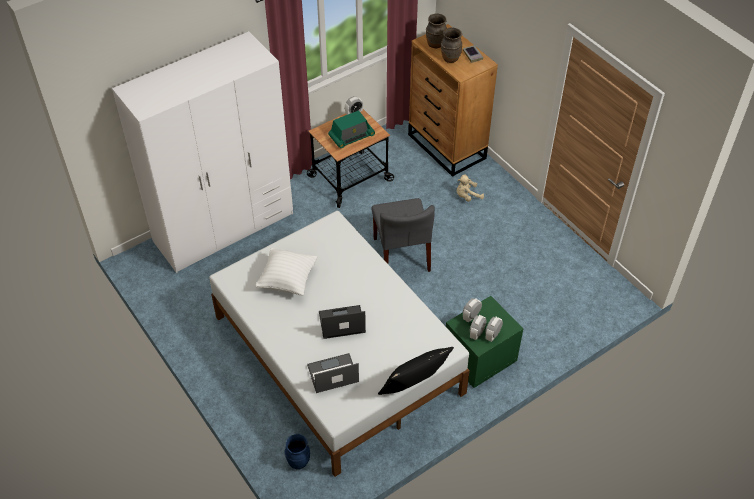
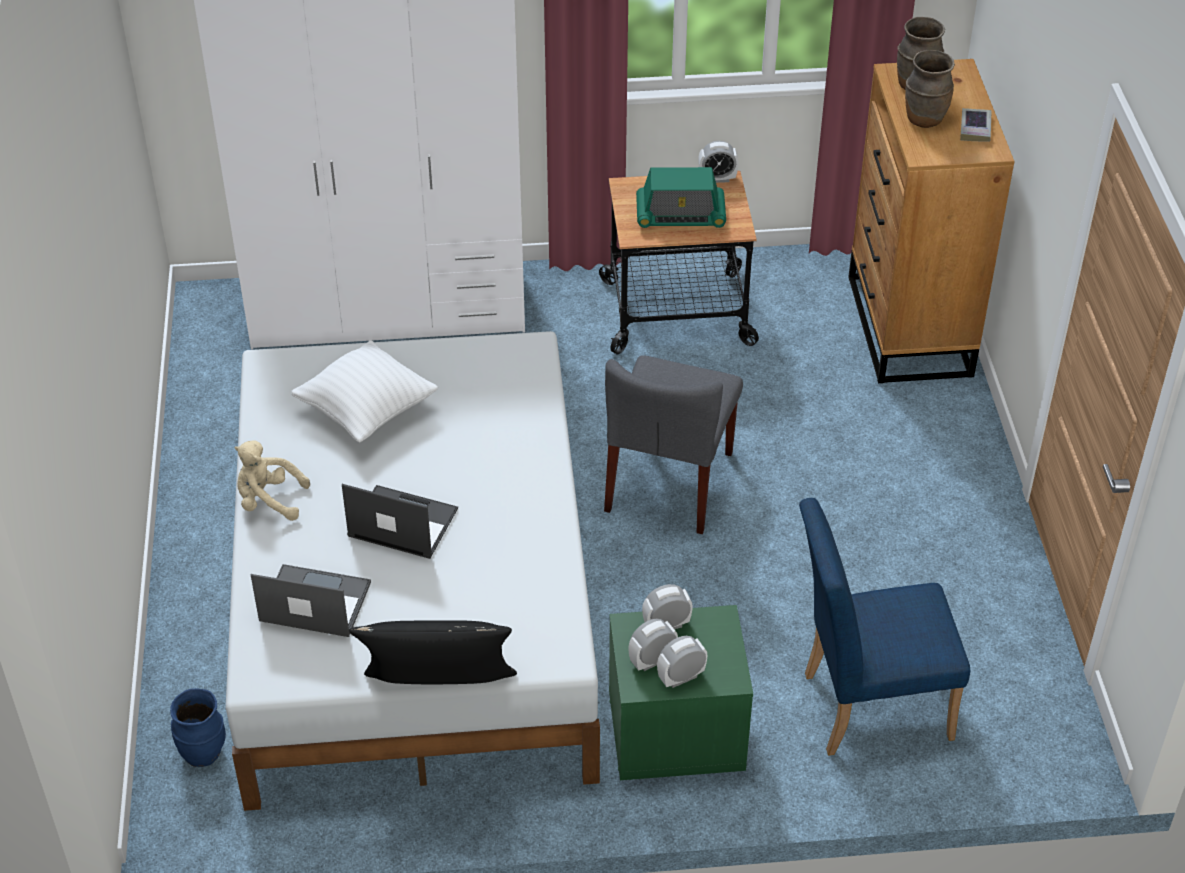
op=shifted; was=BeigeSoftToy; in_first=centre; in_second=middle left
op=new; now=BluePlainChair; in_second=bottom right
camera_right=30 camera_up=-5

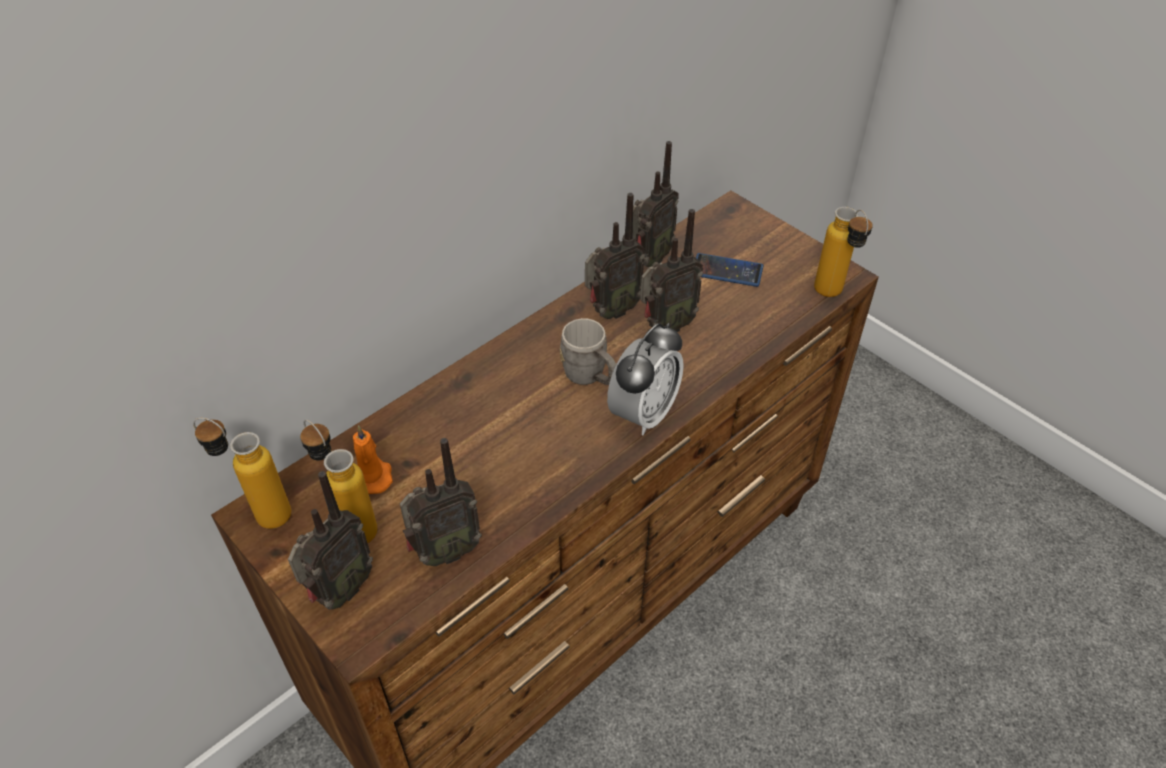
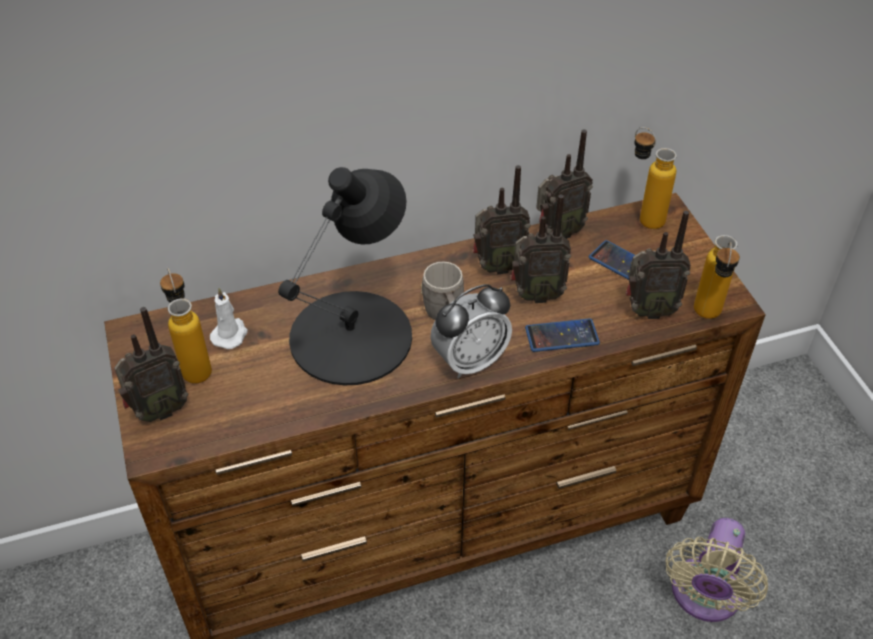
op=shifted; was=DrinkBottle (no. 1 from left in the first image); now=DrinkBottle (no. 2 from left); in_first=middle left; in_second=top right
op=repainted; was=OrangeyWaxLight; now=WhitishWaxLight; in_first=middle left; in_second=middle left
op=shifted; was=RadioReceiver (no. 2 from left in the first image); now=RadioReceiver (no. 5 from left); in_first=centre; in_second=middle right
op=new; now=BlackTableLamp; in_second=centre
op=new; now=Phone (no. 1 from left); in_second=centre
op=new; now=BeigeElectricFan; in_second=bottom right
camera_right=25 camera_up=0

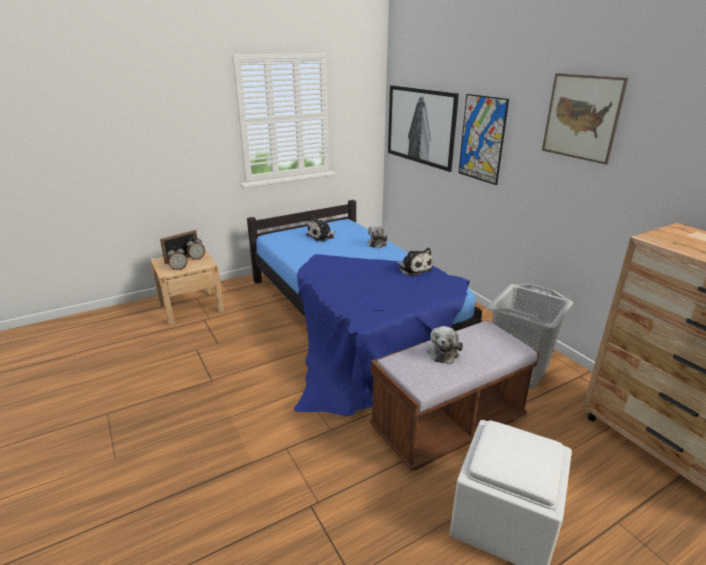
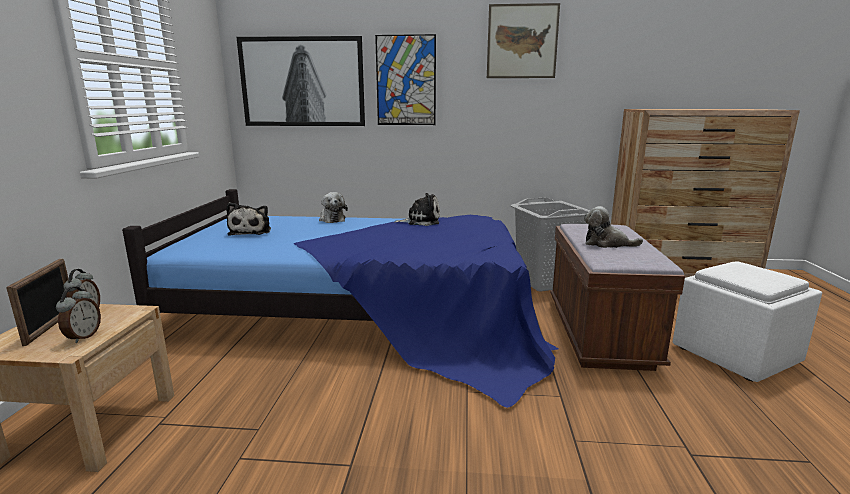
op=rotated; was=SoftToy (no. 4 from left); in_first=centre; in_second=middle right; clockwise=150
camera_right=-55 camera_up=-10

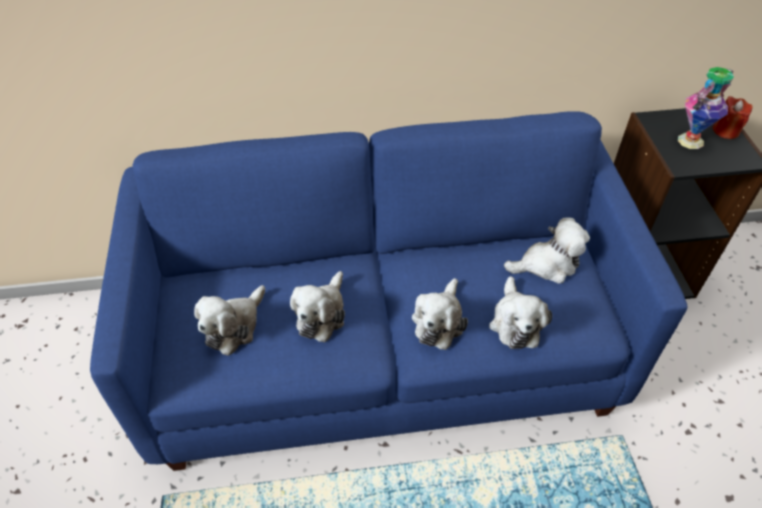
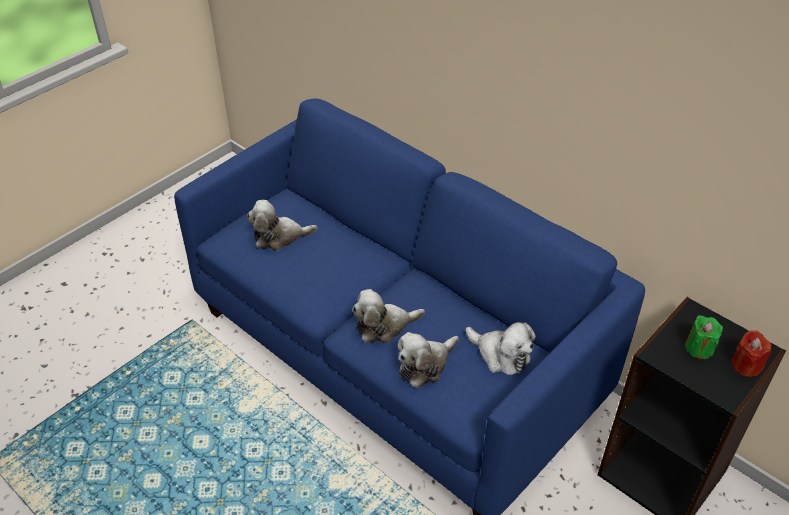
op=gone; was=SoftToy (no. 2 from left); in_first=centre
op=swapped; was=DecorativeVase; now=GreenWaxLight; in_first=top right; in_second=middle right
camera_right=50 camera_up=-5

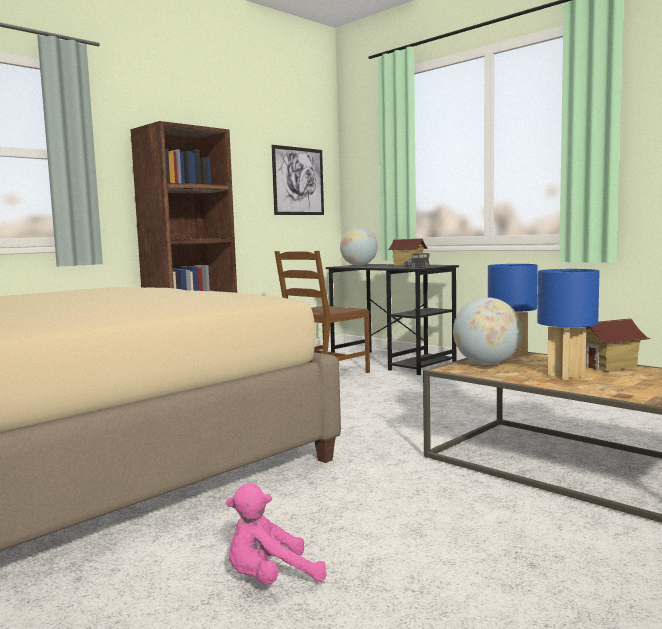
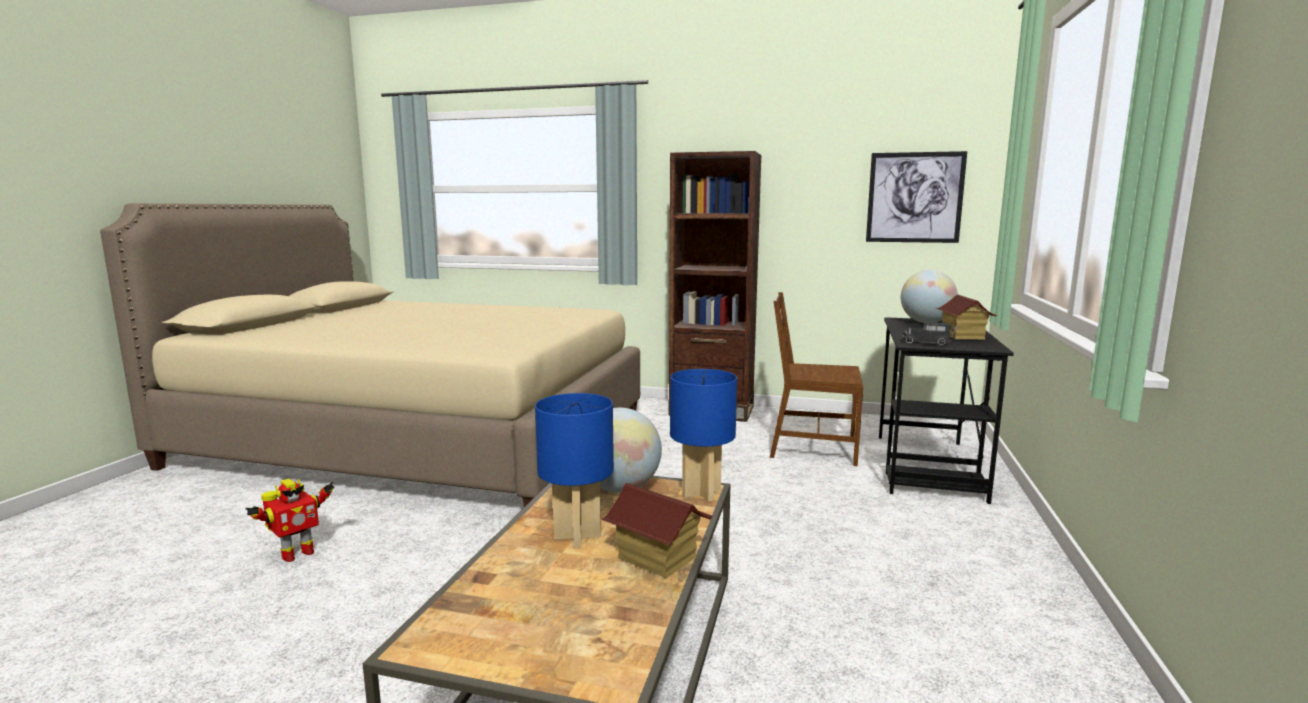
op=swapped; was=PinkColouredSoftToy; now=ToyRobot; in_first=bottom centre; in_second=bottom left
camera_right=60 camera_up=5

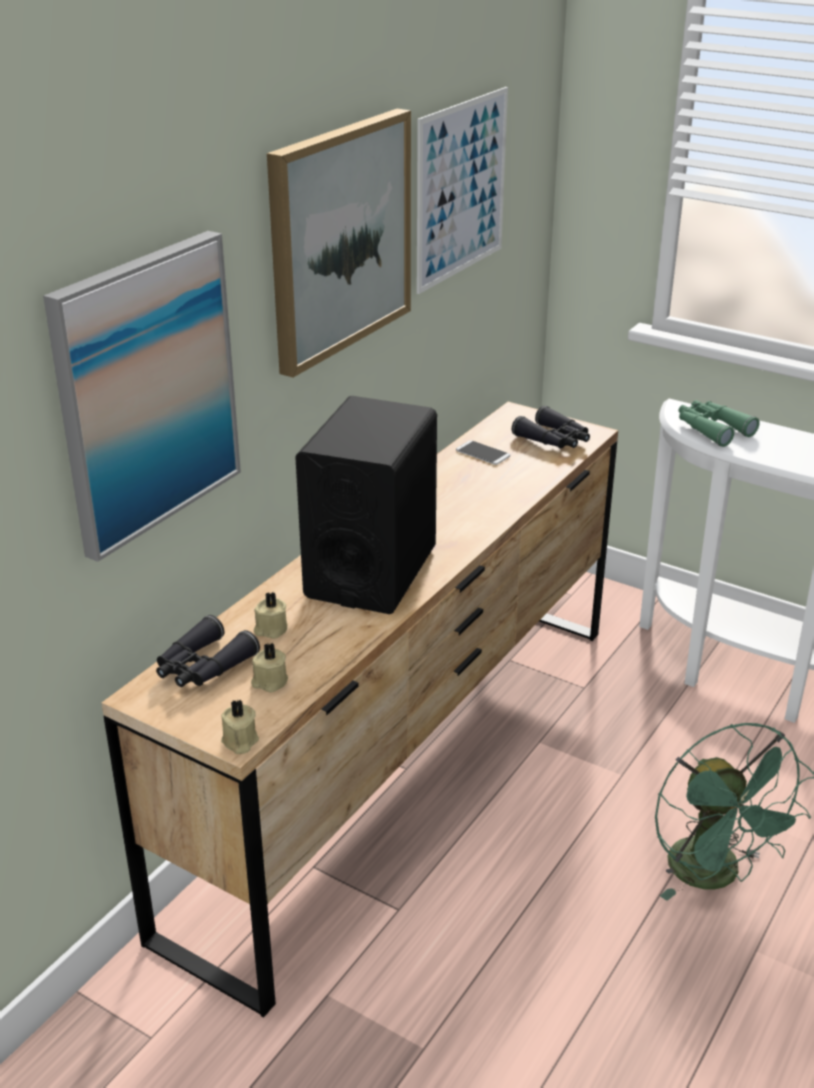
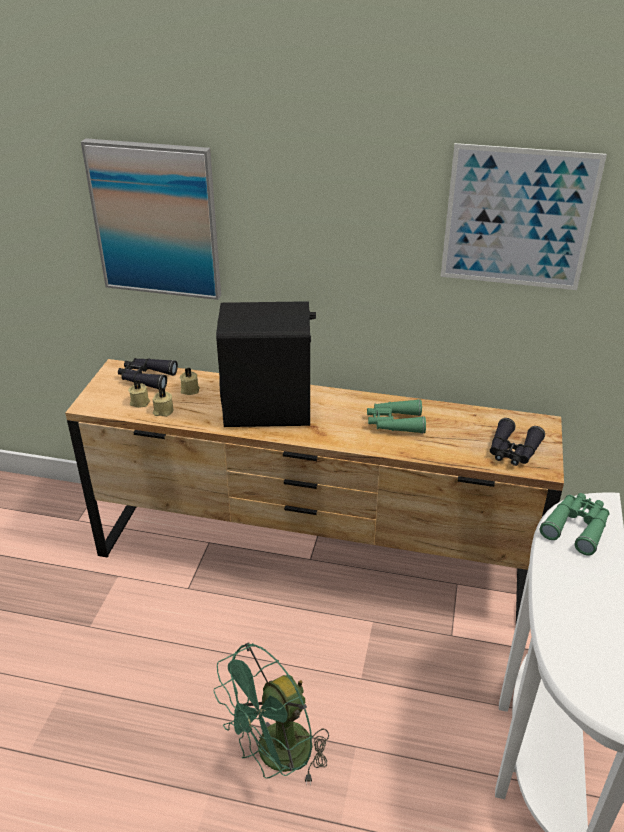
op=shifted; was=BeigeWaxLight (no. 1 from left in the first image); now=BeigeWaxLight (no. 2 from left); in_first=bottom left; in_second=middle left
op=gone; was=WallPicture (no. 2 from left); in_first=top centre
op=gone; was=Phone; in_first=centre
op=new; now=GreenBinoculars (no. 1 from left); in_second=centre
camera_right=70 camera_up=5

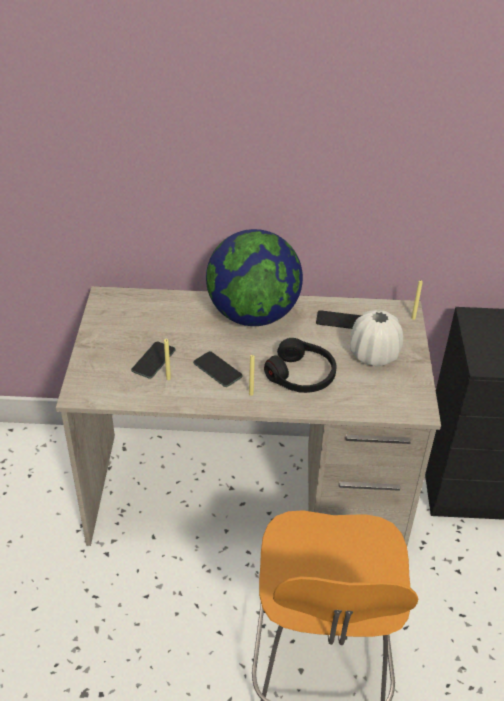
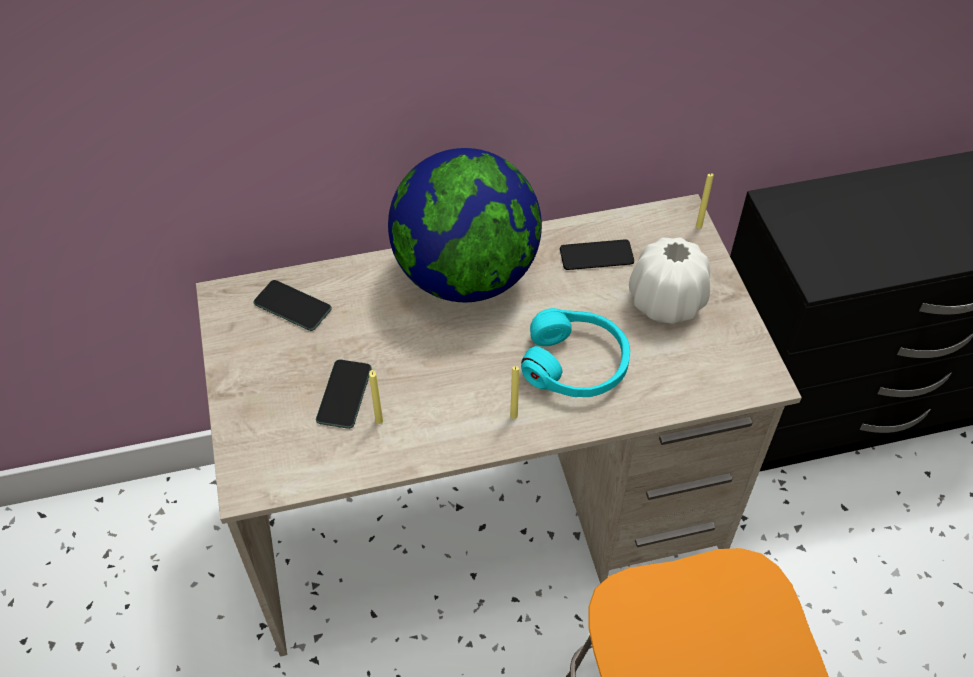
op=shifted; was=Phone (no. 2 from left in the first image); now=Phone (no. 1 from left); in_first=centre; in_second=middle left
op=repainted; was=BlackHeadset; now=TurquoiseHeadset; in_first=centre; in_second=centre
camera_right=-15 camera_up=10

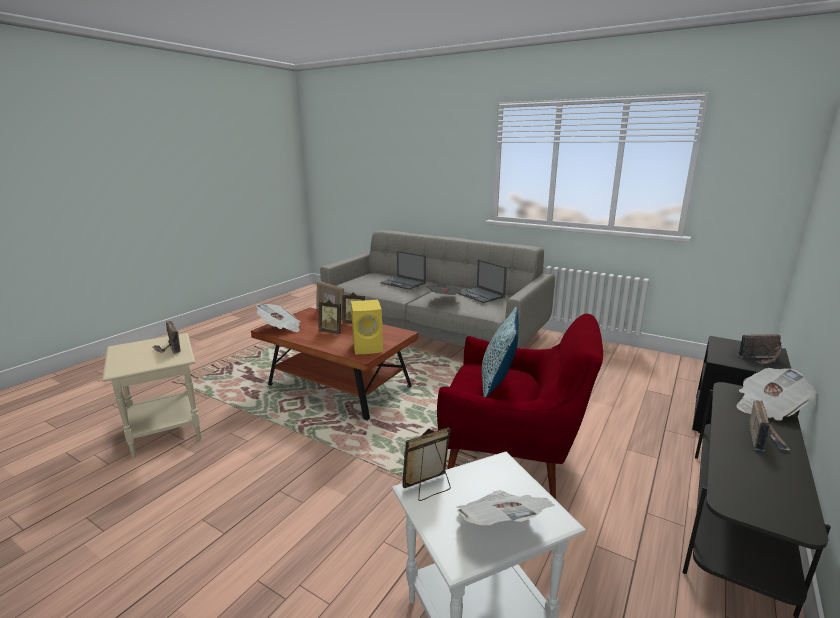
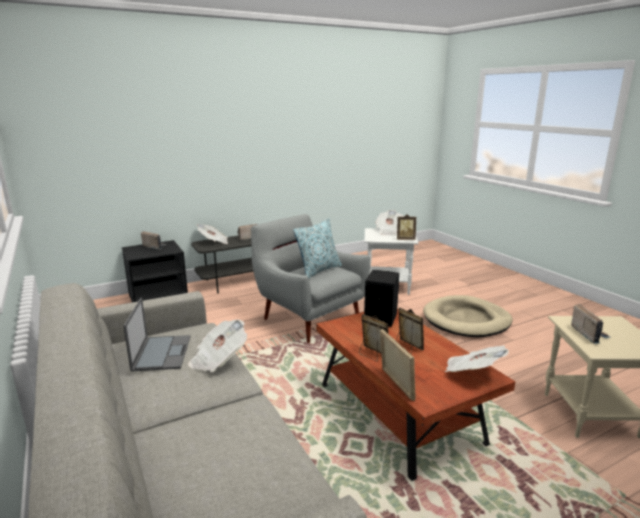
op=repainted; was=YellowAudioSpeaker; now=BlackAudioSpeaker; in_first=centre; in_second=centre
op=gone; was=NotebookComputer (no. 1 from left); in_first=centre
op=repainted; was=RedLoungeChair; now=GreyishLoungeChair; in_first=centre; in_second=centre
op=new; now=BeigePetBed; in_second=middle right
camera_right=-150 camera_up=0

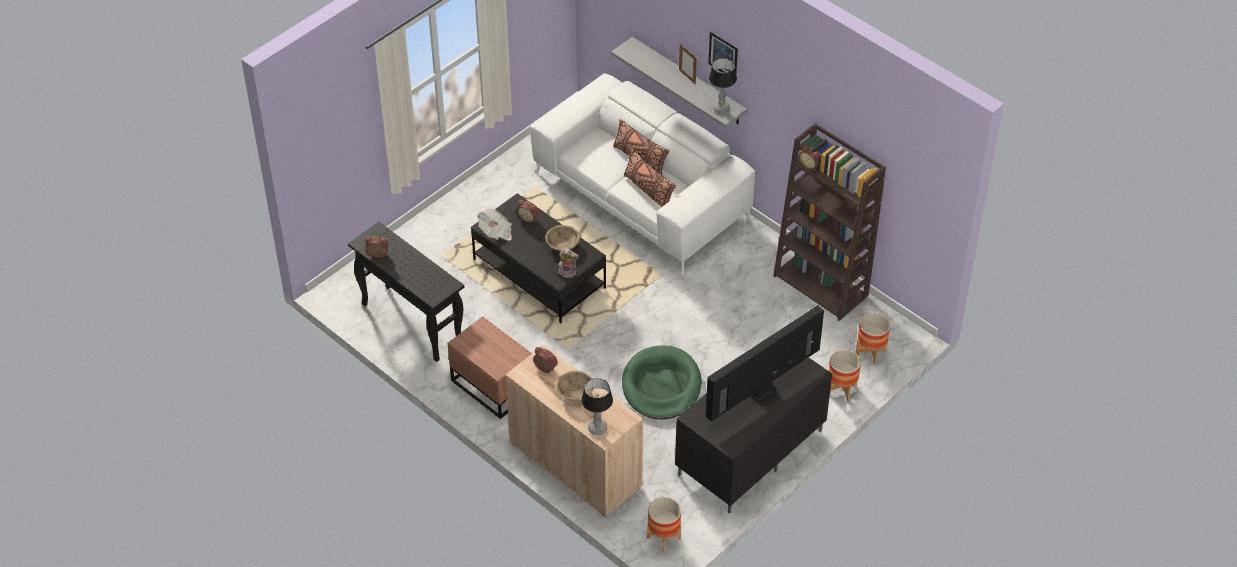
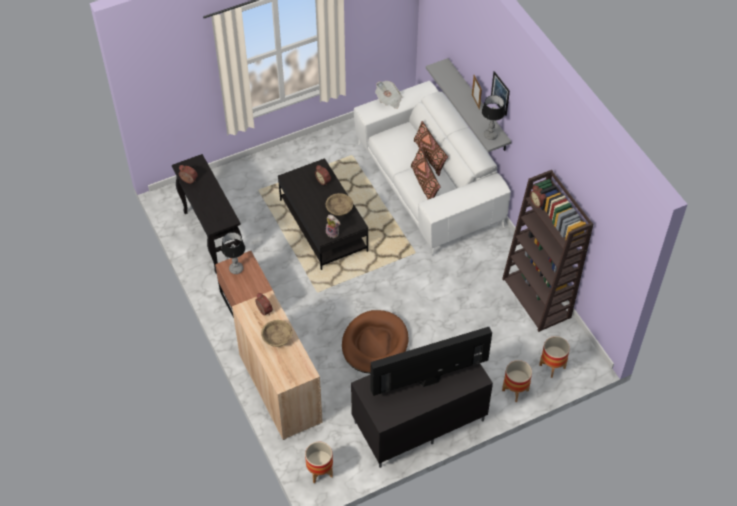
op=shifted; was=Newspaper; in_first=centre; in_second=top centre
op=shifted; was=TableLamp (no. 1 from left); in_first=bottom centre; in_second=middle left
op=repainted; was=GreenPetBed; now=BrownColouredPetBed; in_first=bottom centre; in_second=bottom centre
camera_right=20 camera_up=5

